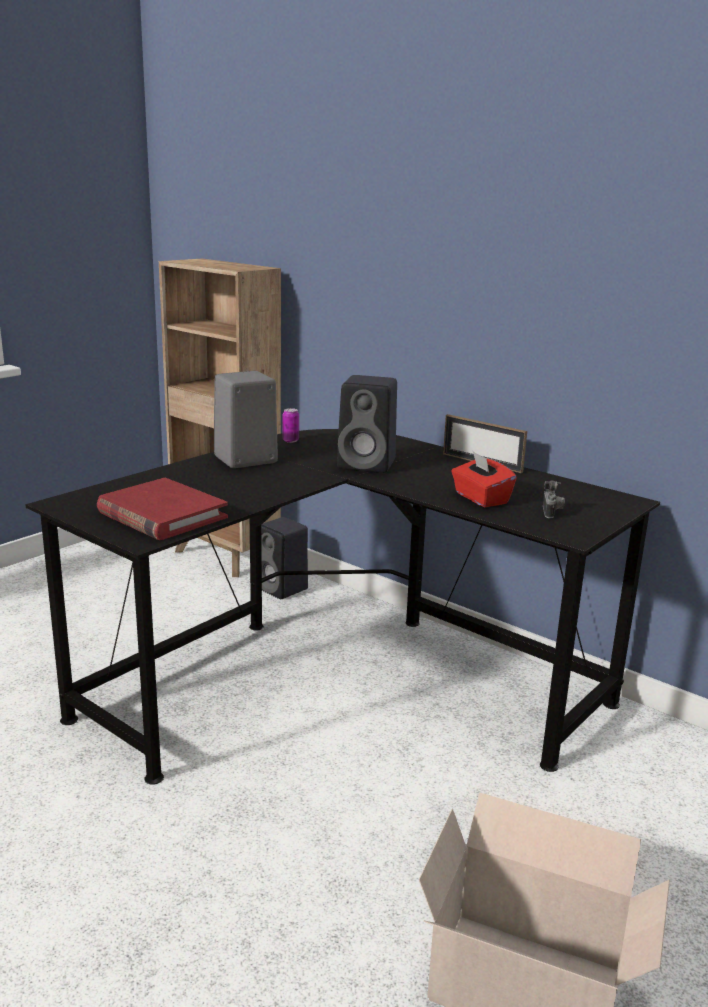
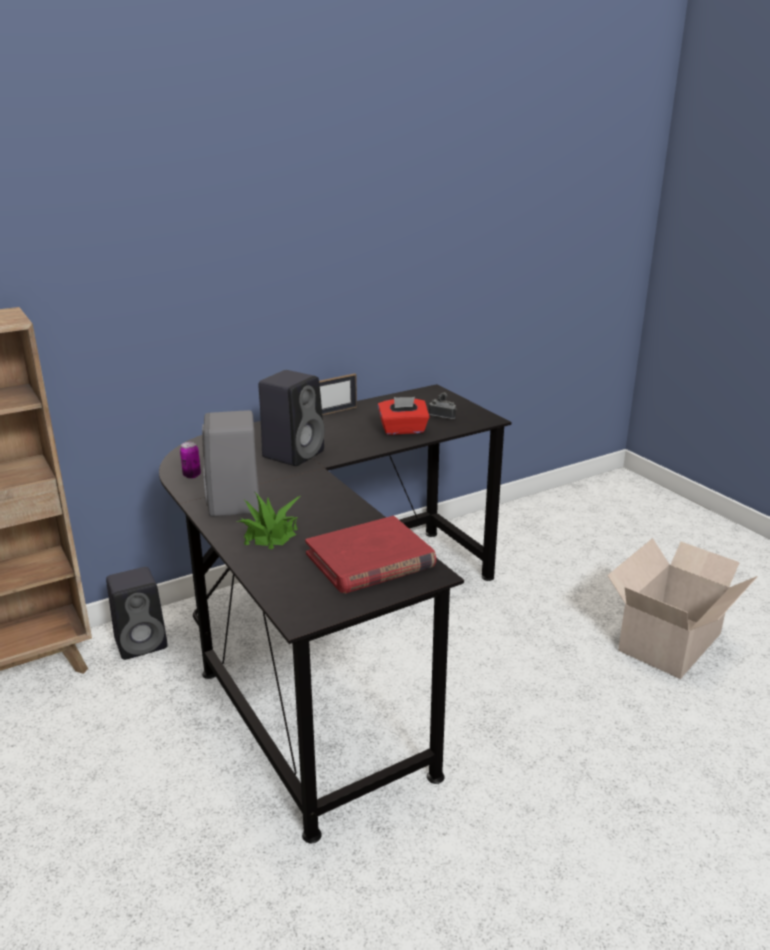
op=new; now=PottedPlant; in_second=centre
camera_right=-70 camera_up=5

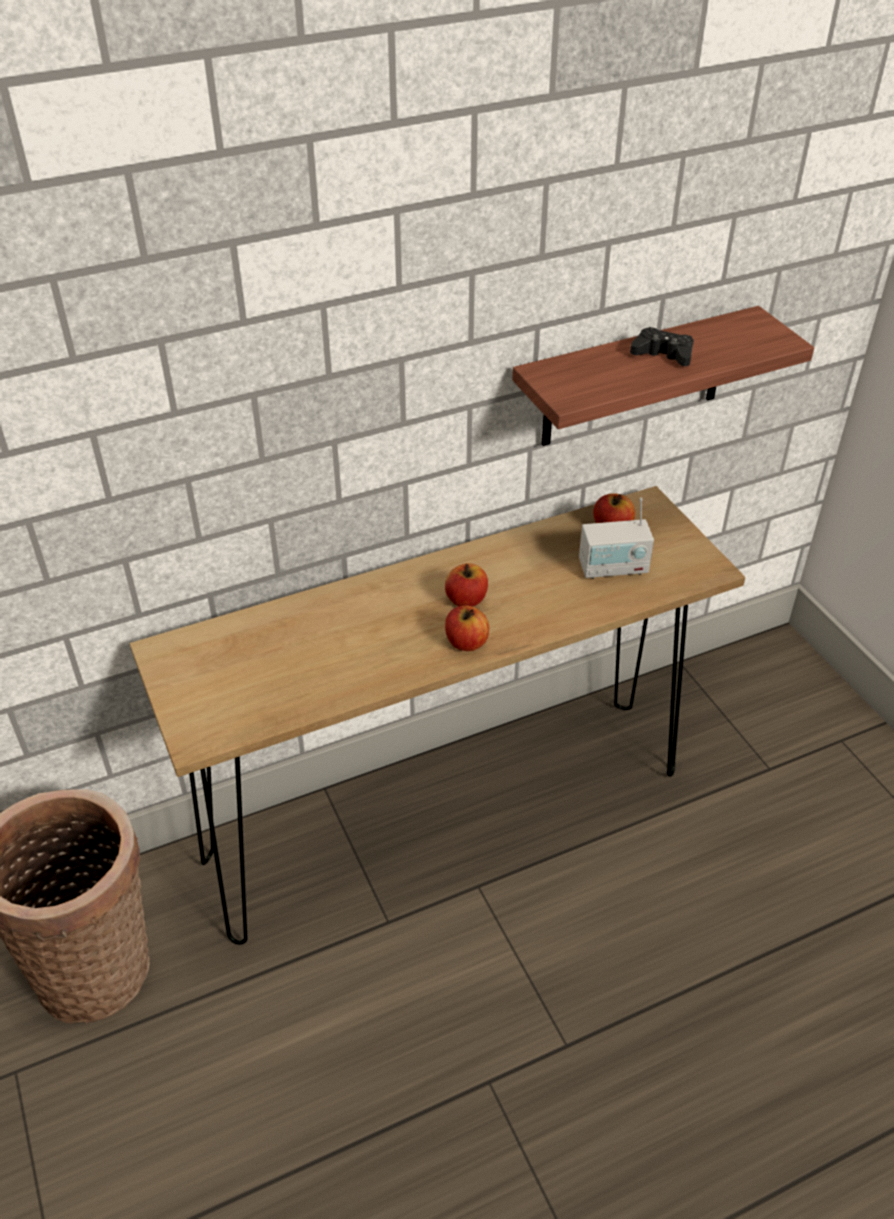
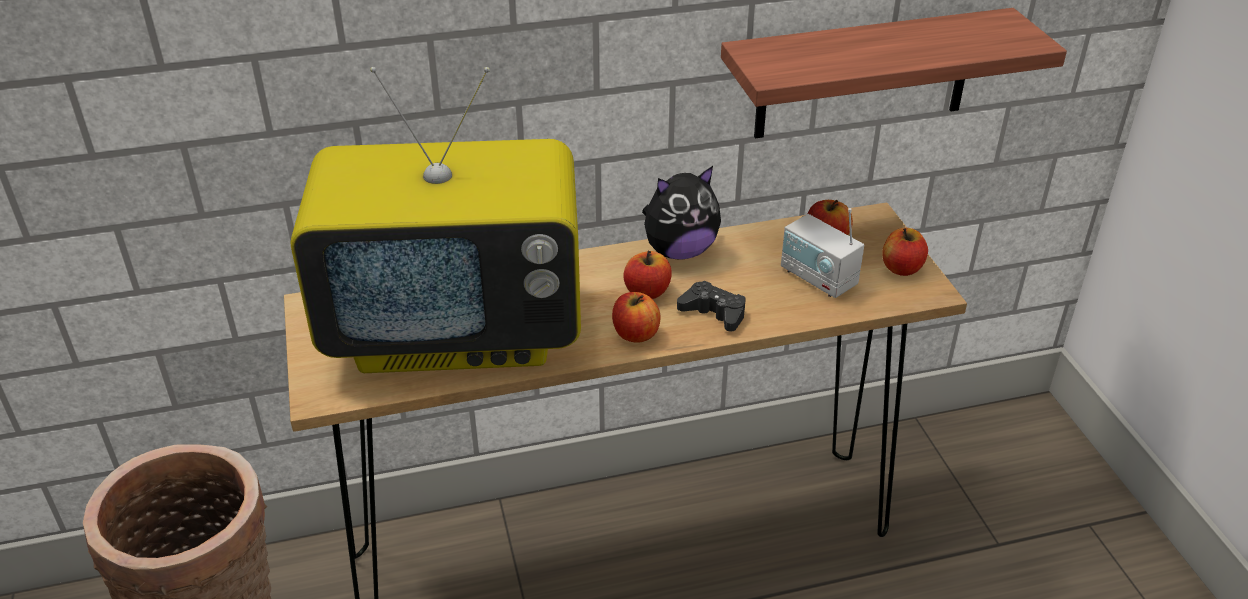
op=rotated; was=RadioReceiver; in_first=middle right; in_second=centre; clockwise=45
op=shifted; was=BlackJoypad; in_first=top right; in_second=centre
op=new; now=TvSet; in_second=centre
op=new; now=SoftToy; in_second=centre
op=new; now=Apple (no. 4 from left); in_second=middle right
camera_right=10 camera_up=-5

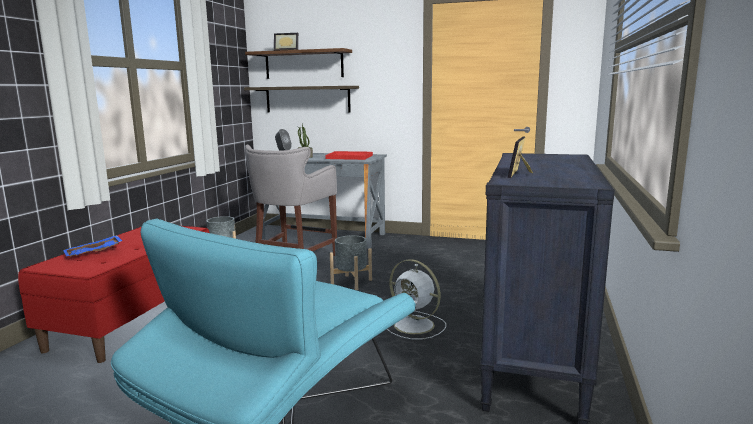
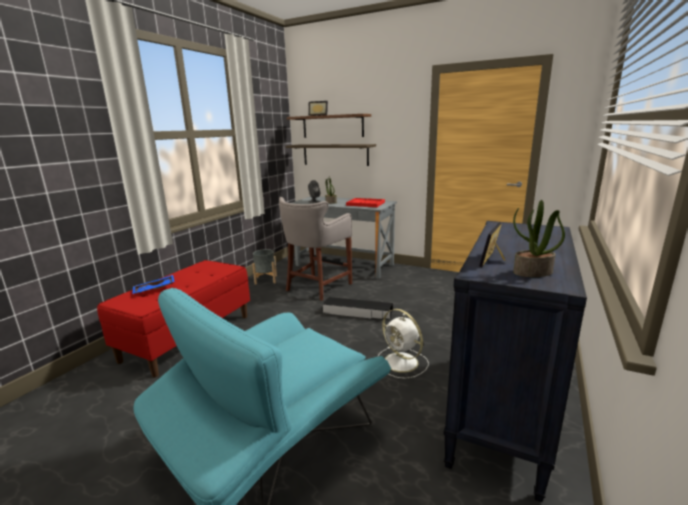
op=swapped; was=GreyishFlowerPot (no. 2 from left); now=BlackStorageBin; in_first=centre; in_second=centre
op=new; now=PottedPlant (no. 2 from left); in_second=middle right
camera_right=10 camera_up=5

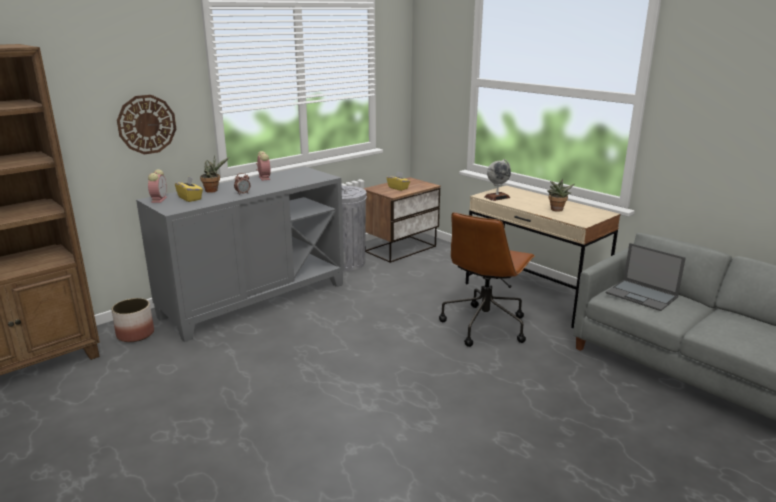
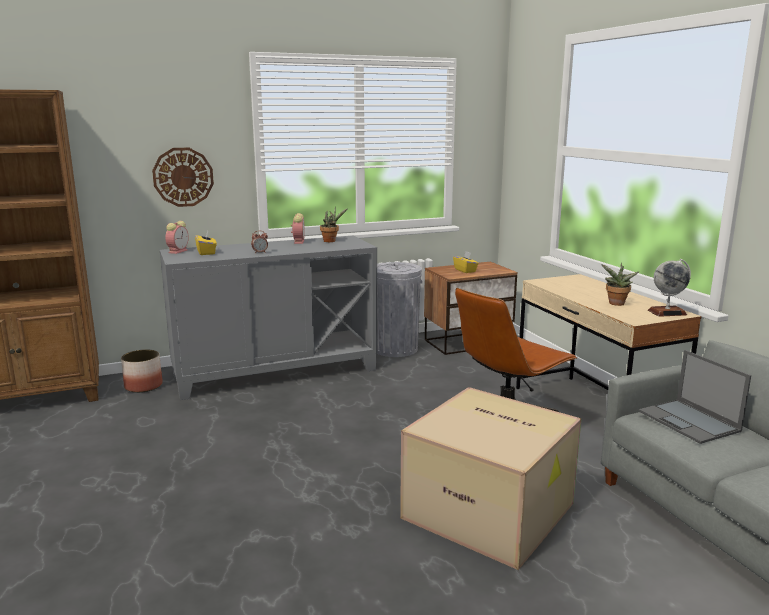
op=shifted; was=PottedPlant (no. 1 from left); in_first=middle left; in_second=centre
op=shifted; was=WorldGlobe; in_first=centre; in_second=middle right
op=new; now=PackingBox; in_second=bottom centre
camera_right=20 camera_up=-5

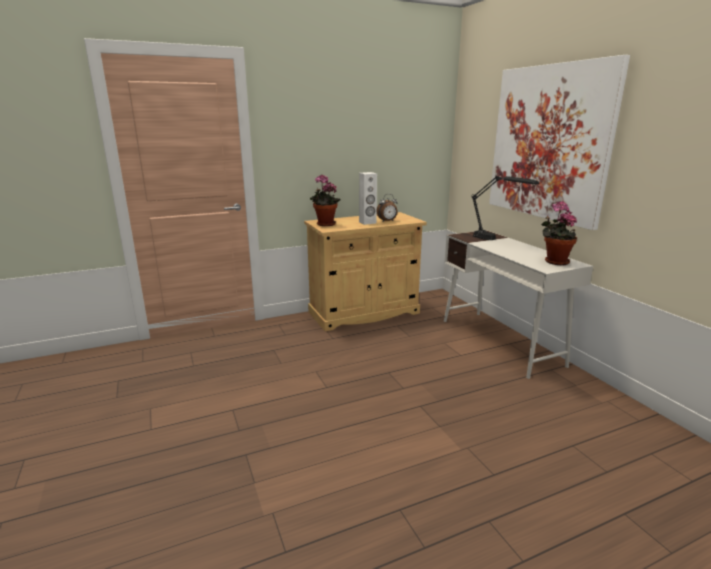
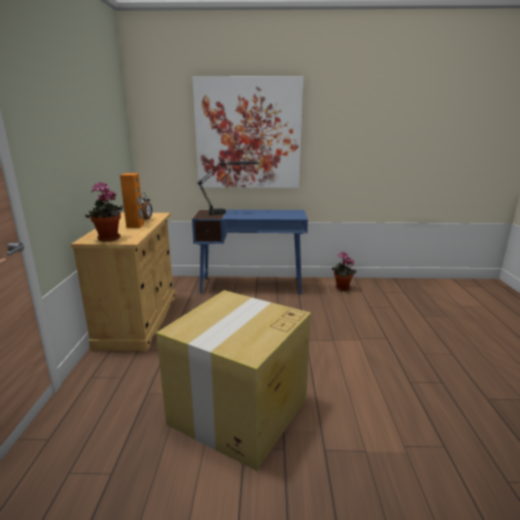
op=repainted; was=WhitishAudioSpeaker; now=OrangeyAudioSpeaker; in_first=centre; in_second=middle left
op=repainted; was=WhitishDeskUnit; now=BlueDeskUnit; in_first=middle right; in_second=centre
op=shifted; was=PottedPlant (no. 2 from left); in_first=middle right; in_second=centre
op=new; now=PackingBox; in_second=bottom centre
camera_right=-65 camera_up=0

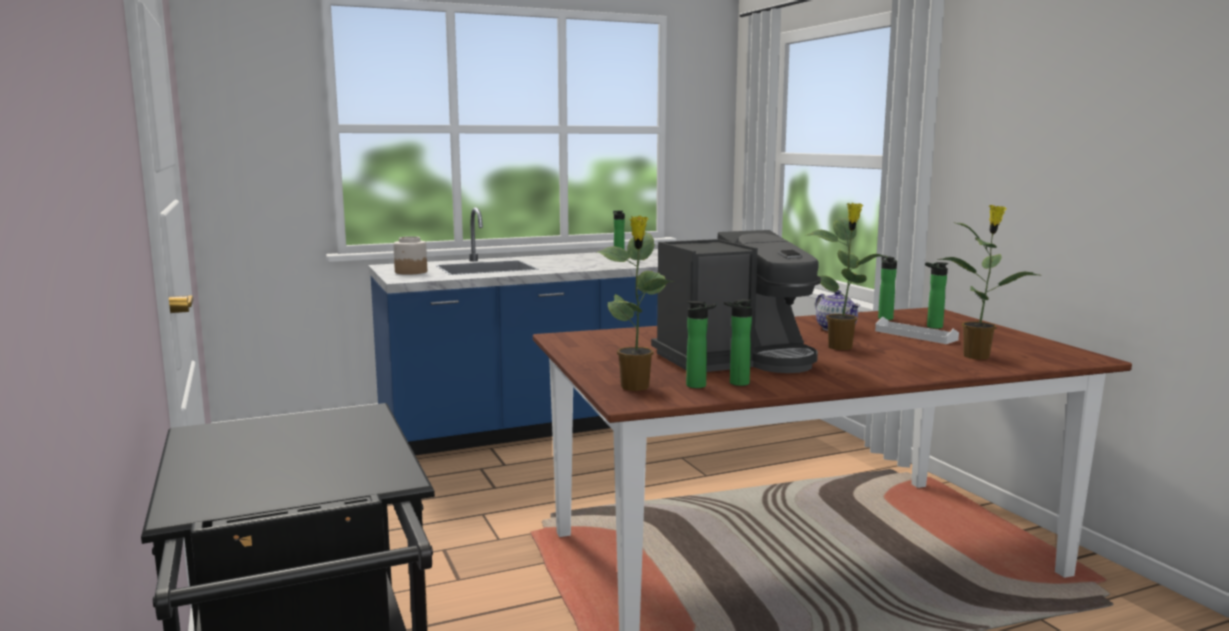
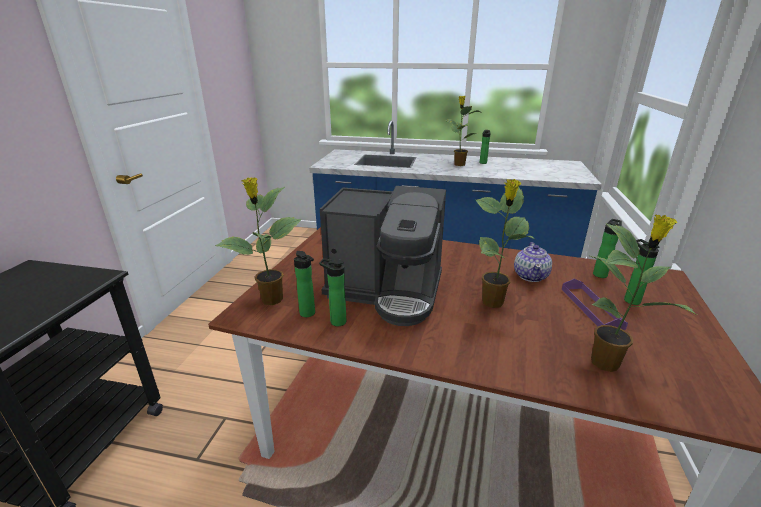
op=gone; was=StorageJar; in_first=centre
op=repainted; was=WhitishServingTray; now=PurplishServingTray; in_first=middle right; in_second=middle right
op=new; now=PottedPlant (no. 2 from left); in_second=top centre
camera_right=35 camera_up=15

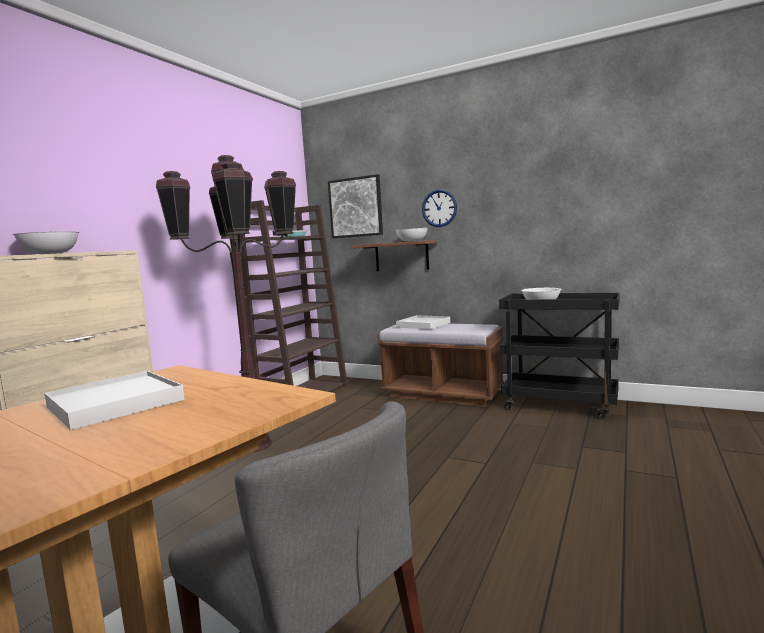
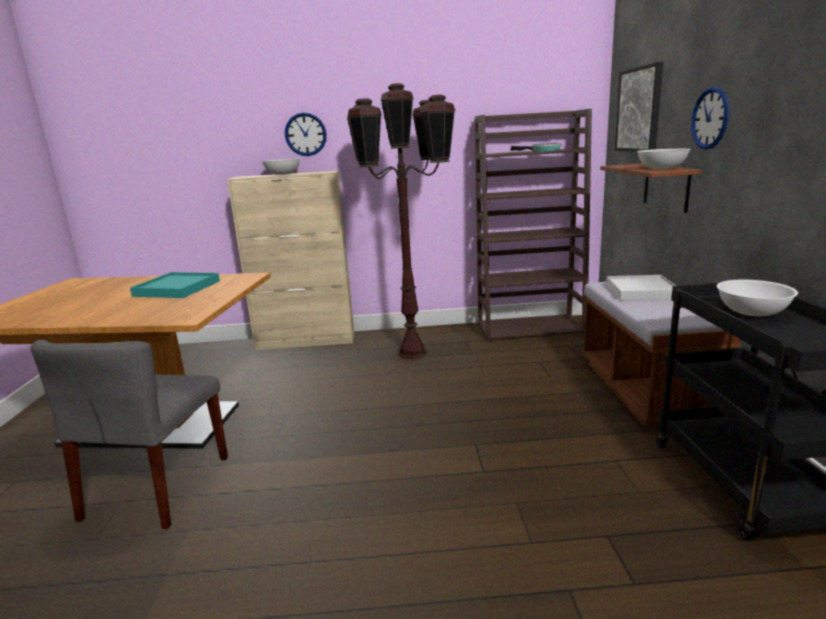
op=repainted; was=WhitishServingTray (no. 1 from left); now=TurquoiseServingTray; in_first=middle left; in_second=middle left
op=new; now=WallClock (no. 1 from left); in_second=top centre
camera_right=60 camera_up=10

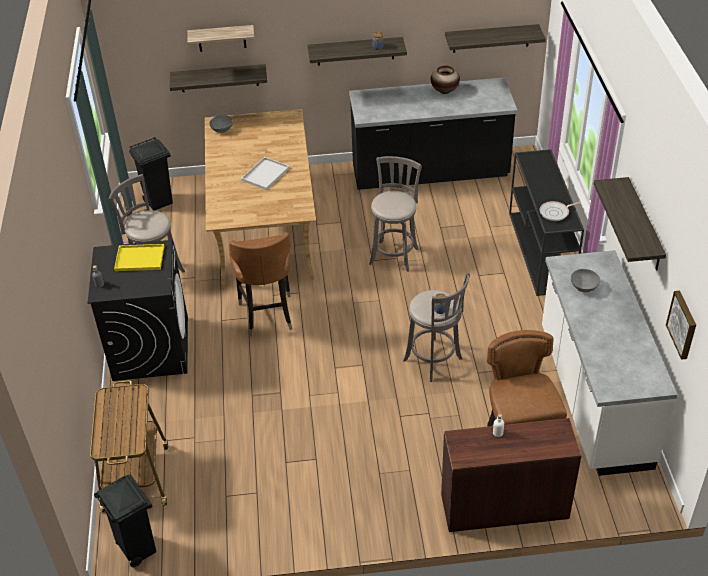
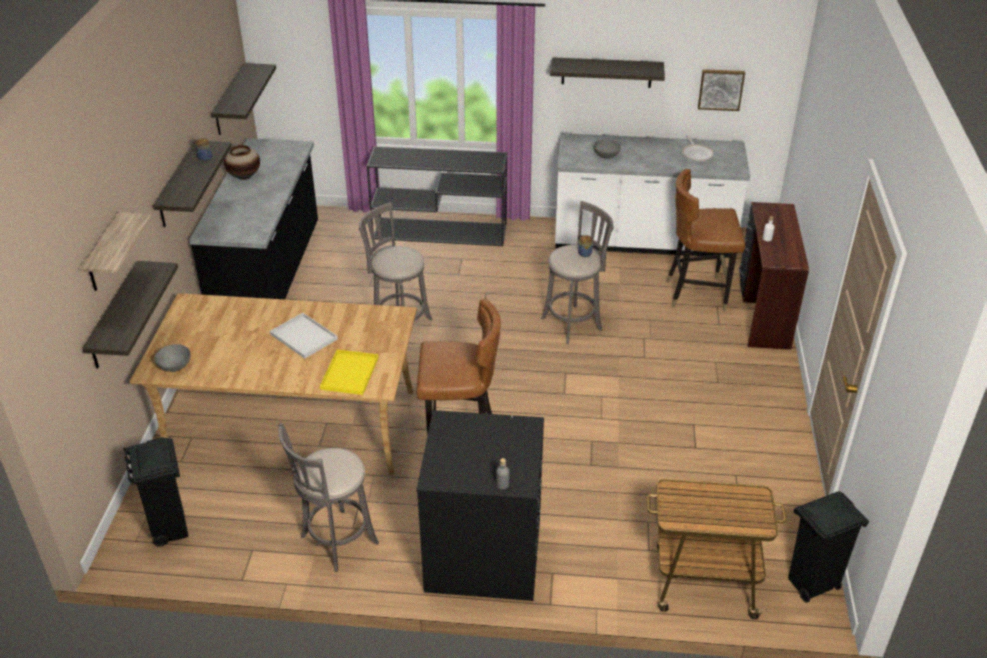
op=shifted; was=YellowServingTray; in_first=middle left; in_second=centre
op=shifted; was=FryingPan; in_first=middle right; in_second=top right
camera_right=-80 camera_up=-5

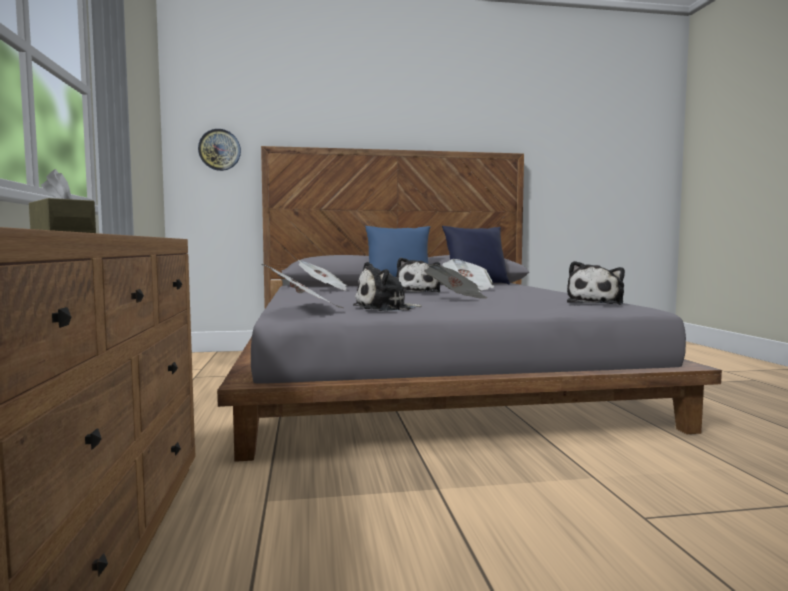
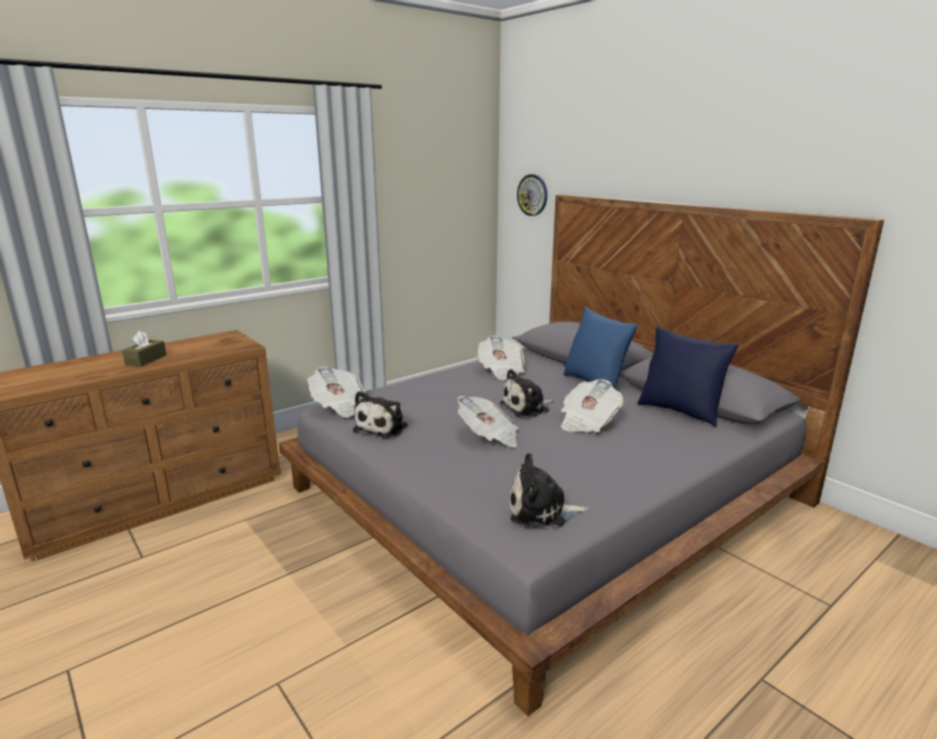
op=rotated; was=SoftToy (no. 1 from left); in_first=centre; in_second=centre; clockwise=-105
camera_right=60 camera_up=15

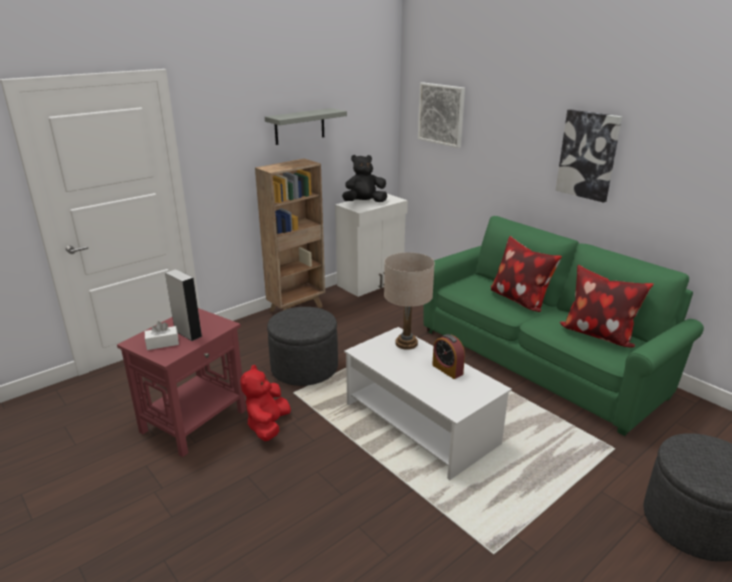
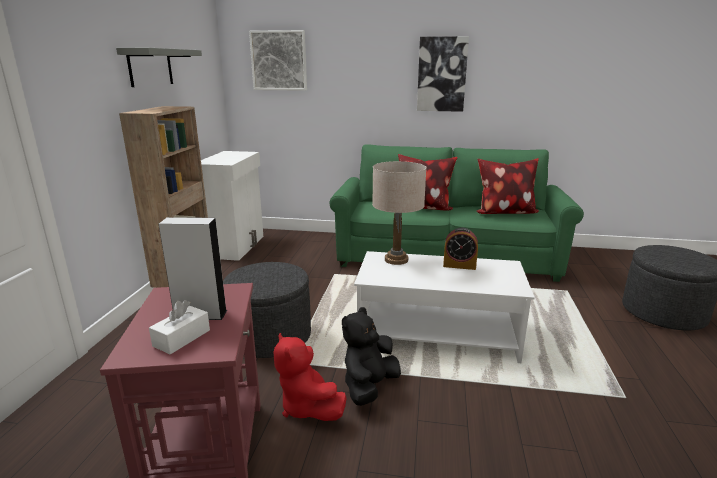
op=shifted; was=BlackSoftToy; in_first=top centre; in_second=bottom centre
camera_right=-40 camera_up=-5

